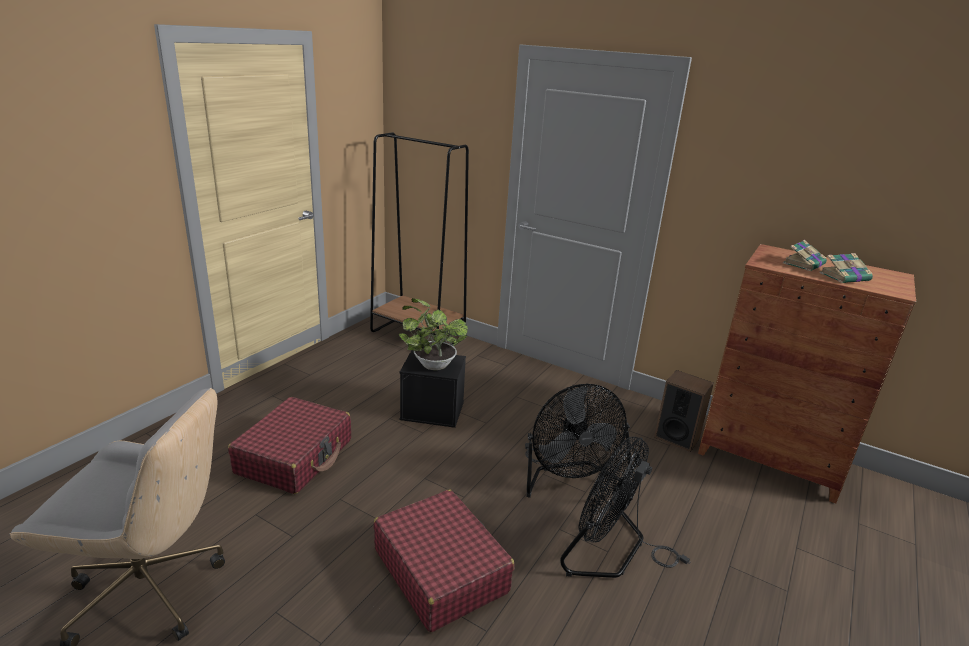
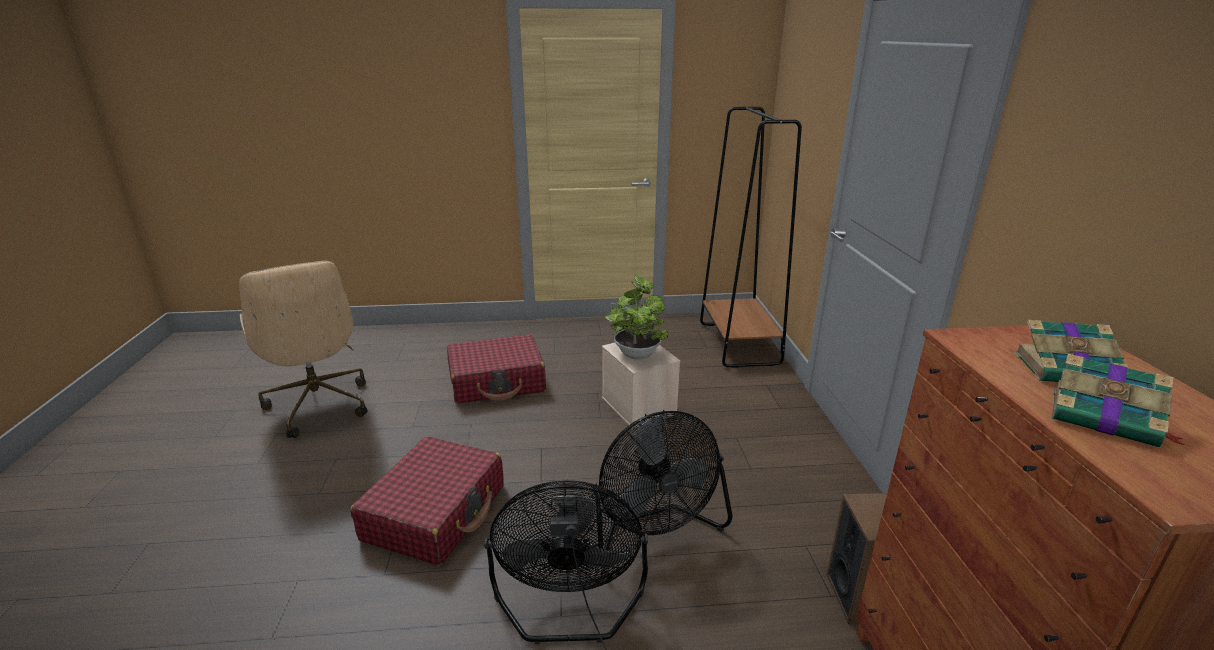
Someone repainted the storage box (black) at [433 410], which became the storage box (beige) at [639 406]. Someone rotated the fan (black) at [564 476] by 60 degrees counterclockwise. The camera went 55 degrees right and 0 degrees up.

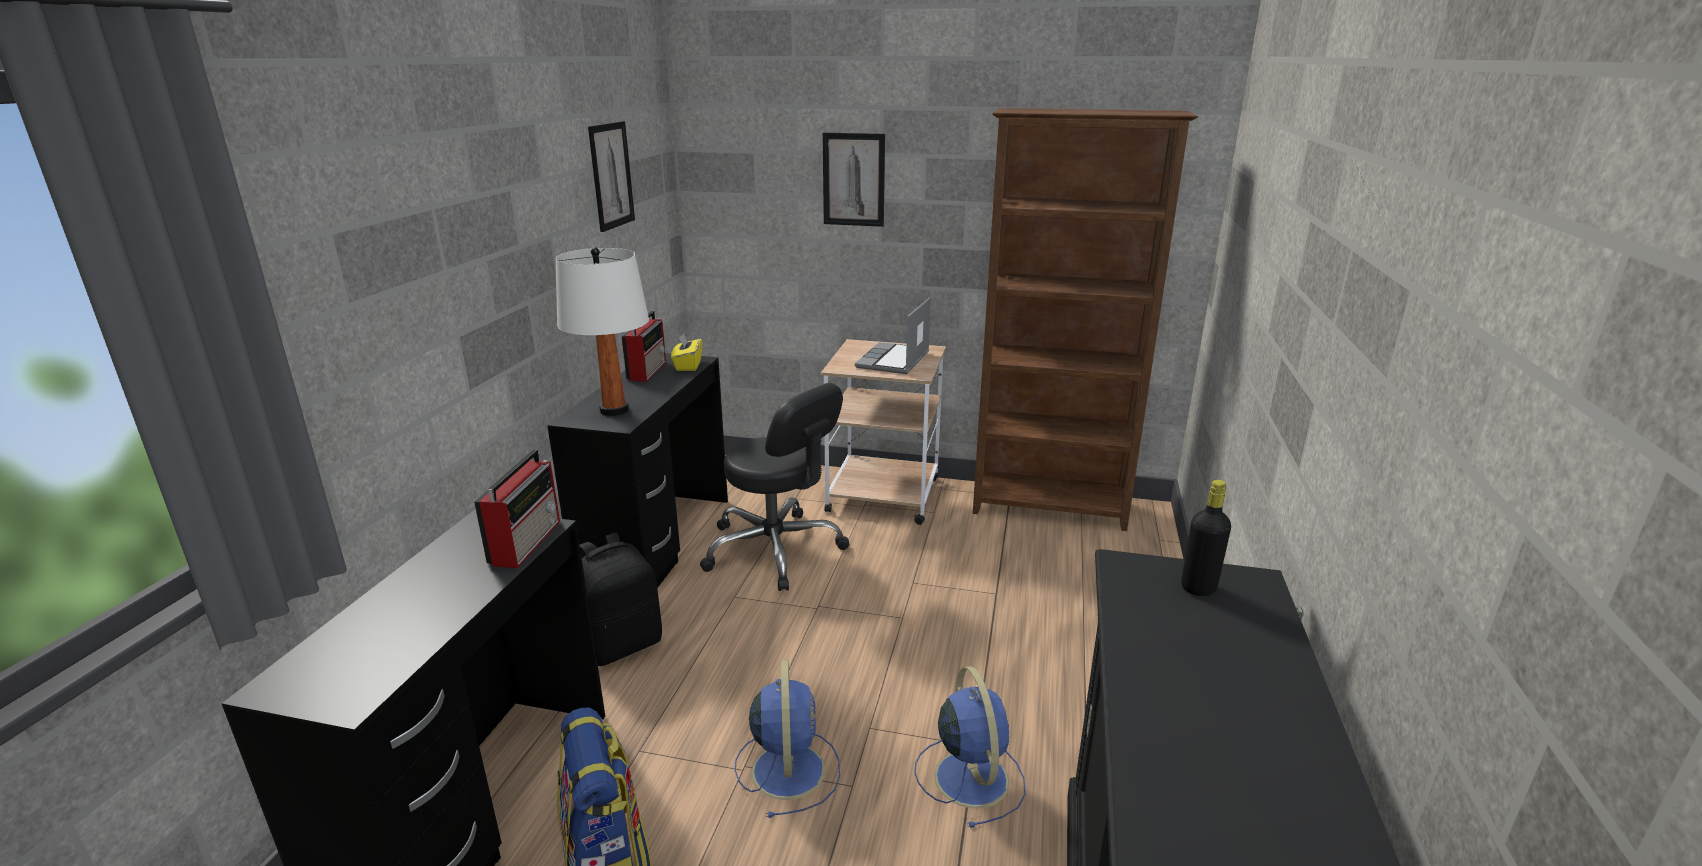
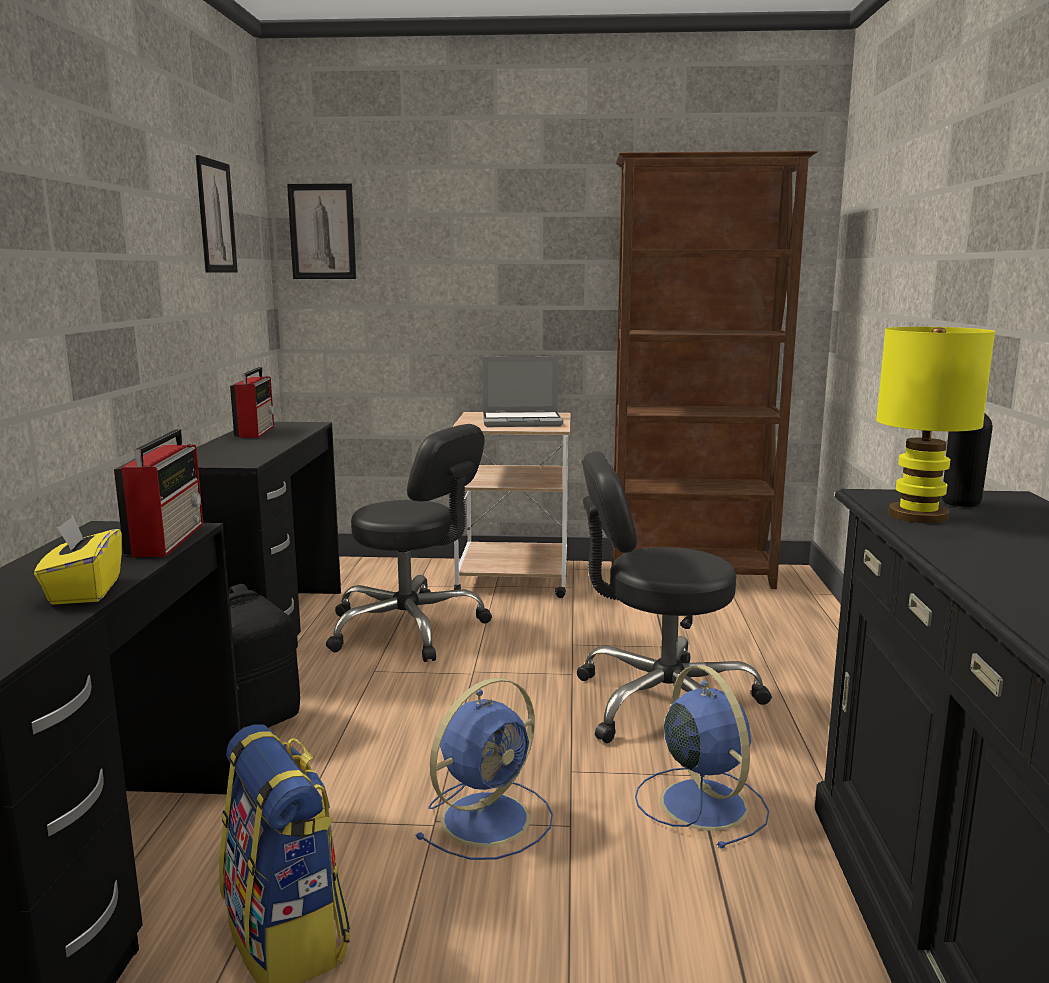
Someone carried the picture from [853 179] to [322 232]. Someone took away the table lamp (white) at [614 410]. Someone rotated the laptop at [894 361] by 105 degrees counterclockwise. Someone carried the tissue box (yellow) from [688 365] to [84 591]. Someone rotated the fan (blue) at [788 768] by 60 degrees clockwise. Someone put down the table lamp (yellow) at [919 516]. Someone put down the office chair (black) at [657 705]. The camera went 10 degrees left and 10 degrees down.

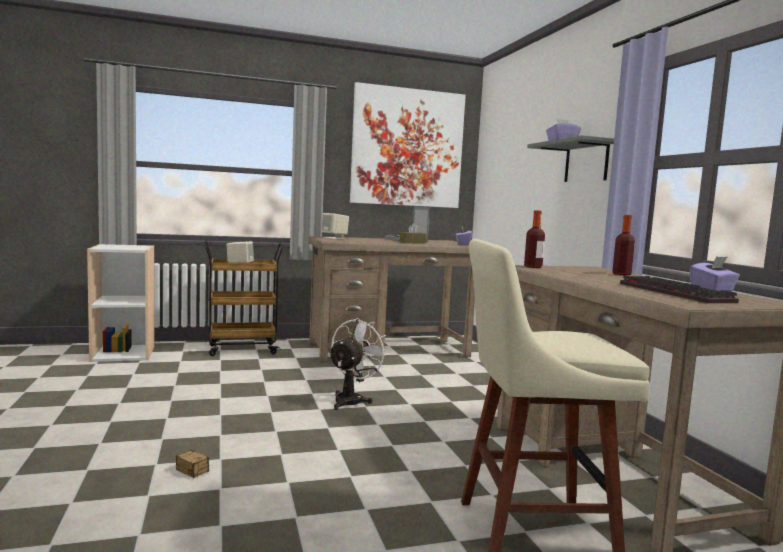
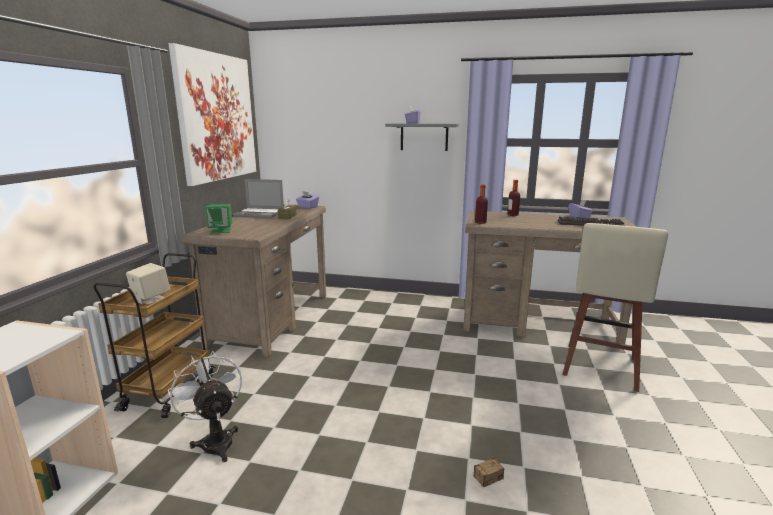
Someone repainted the speaker (beige) at [334 238], which became the speaker (green) at [221 231]. Someone carried the fan (white) from [352 400] to [215 440]. The camera went 60 degrees left and 10 degrees up.

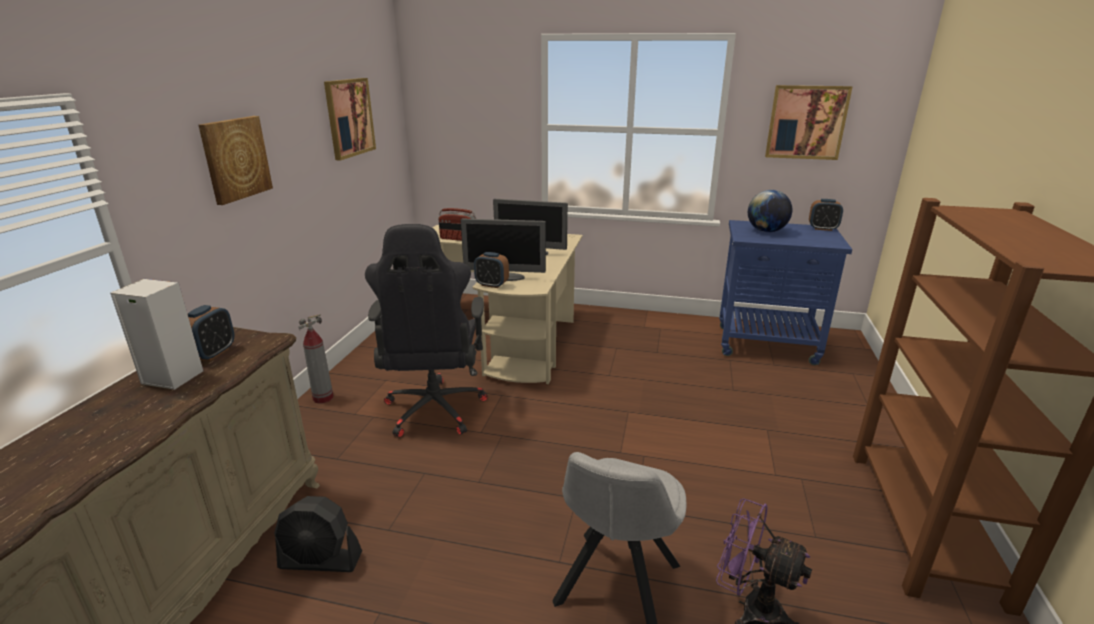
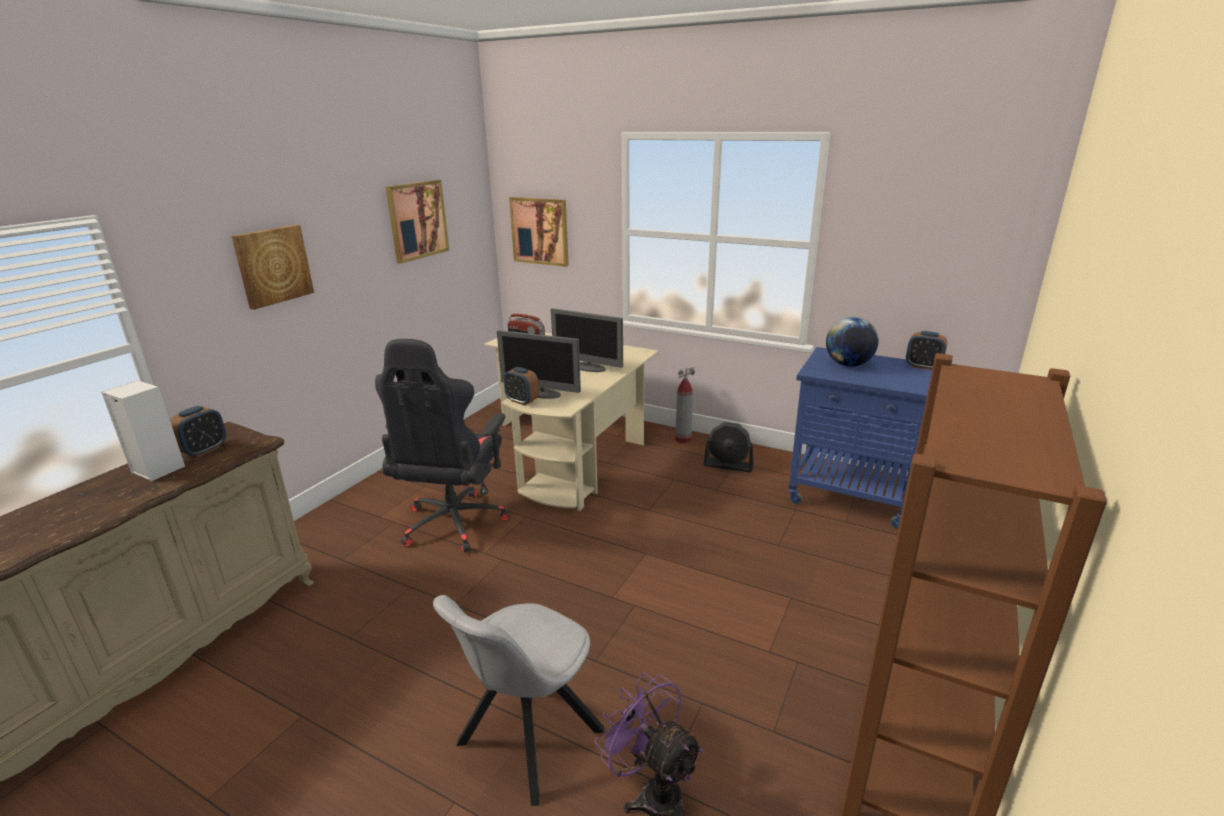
Someone carried the picture from [806 122] to [540 231]. Someone carried the fire extinguisher from [323 398] to [683 439]. Someone carried the fan (black) from [321 560] to [728 465]. The camera went 15 degrees right and 0 degrees up.

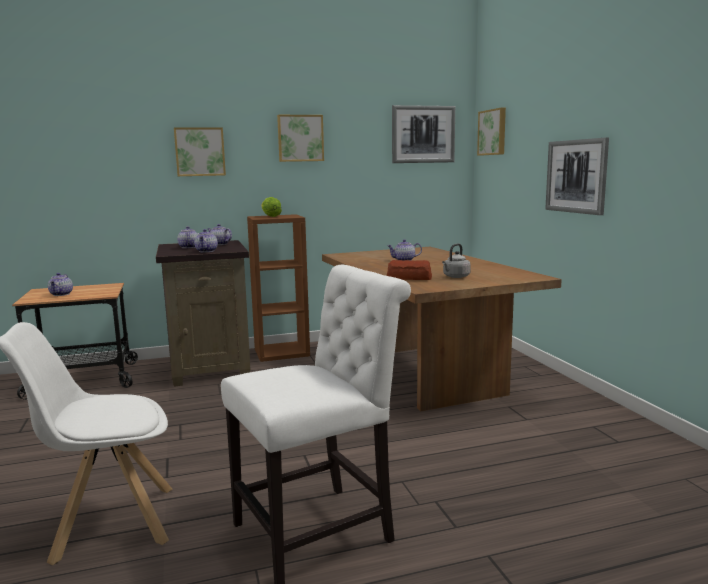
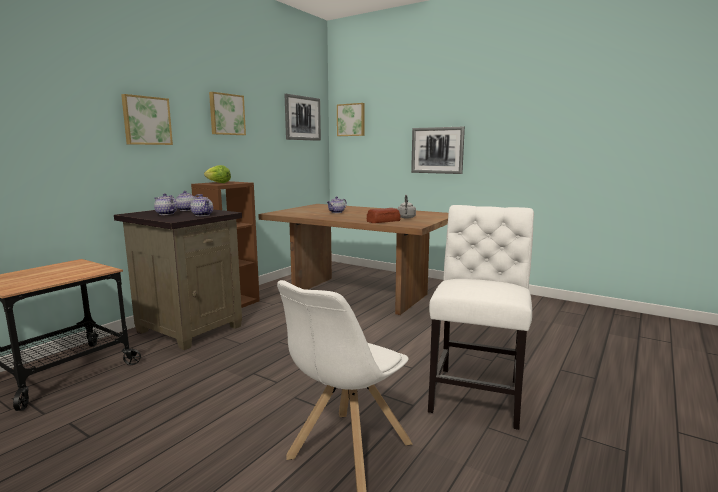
Someone took away the teapot at [61 294]. The camera went 40 degrees left and 0 degrees up.

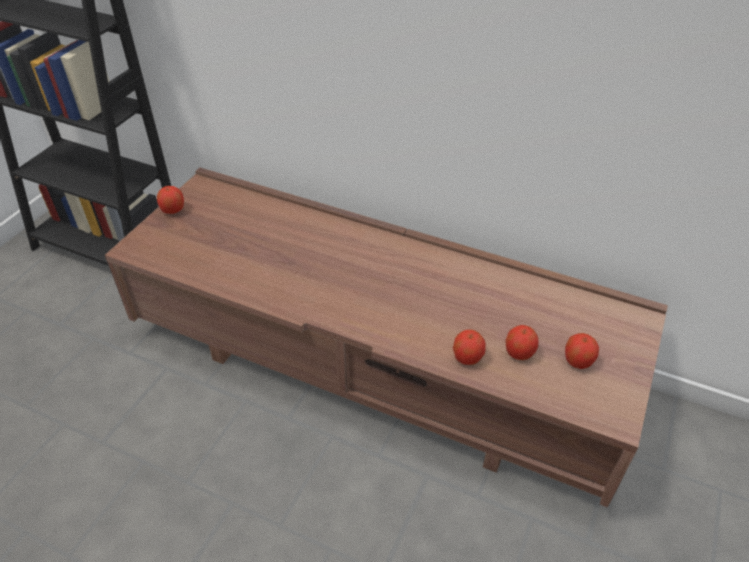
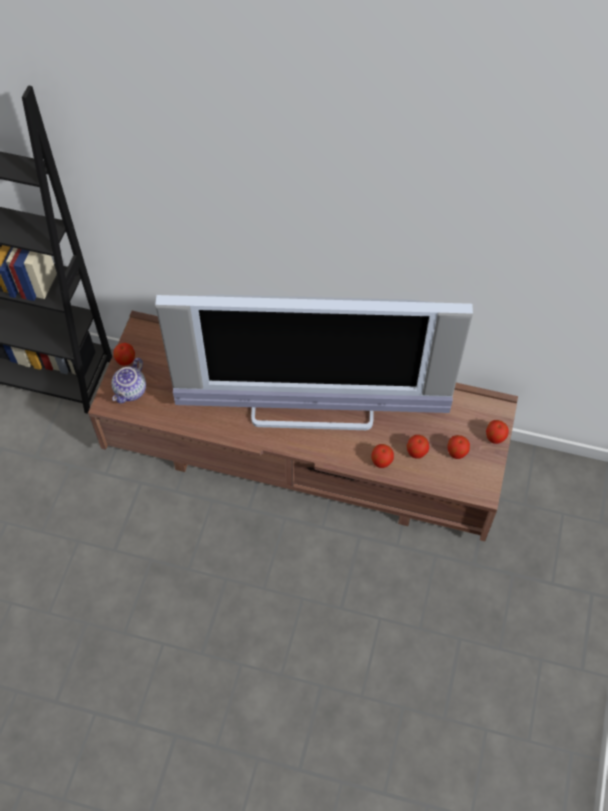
Someone put down the television at [313 407]. Someone put down the teapot at [131 391]. Someone put down the apple at [495 437]. The camera went 10 degrees left and 15 degrees up.

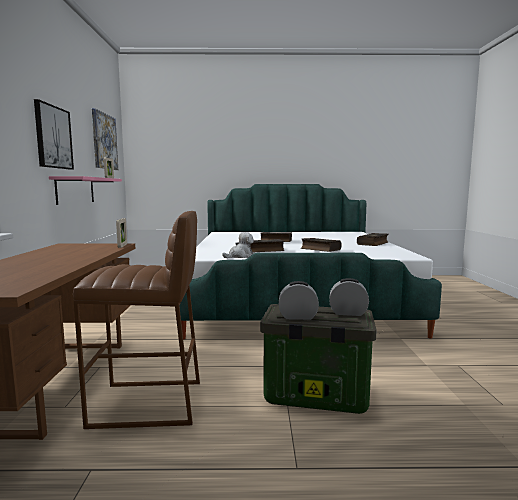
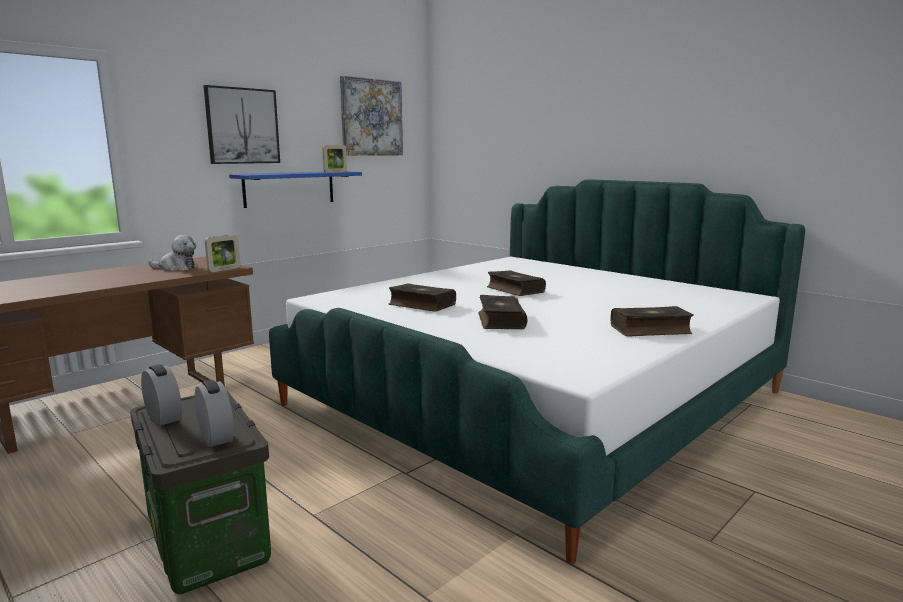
Someone repainted the shelf (pink) at [75 190], which became the shelf (blue) at [289 188]. Someone took away the stool (brown) at [148 404]. Someone carried the plush toy from [240 256] to [176 268]. The camera went 45 degrees right and 5 degrees up.

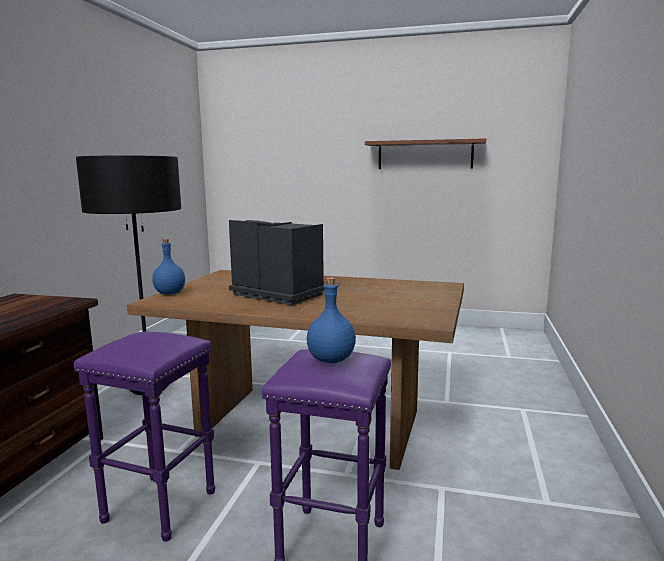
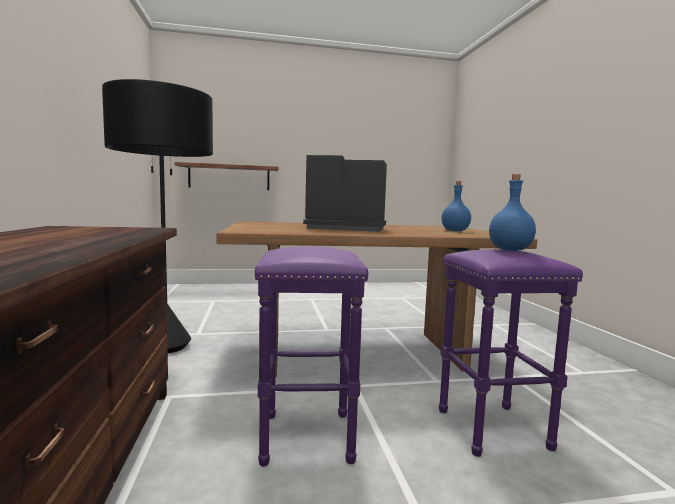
Someone carried the shelf (brown) from [425 155] to [229 177]. Someone carried the bottle (blue) from [169 293] to [454 231]. The camera went 25 degrees left and 5 degrees down.

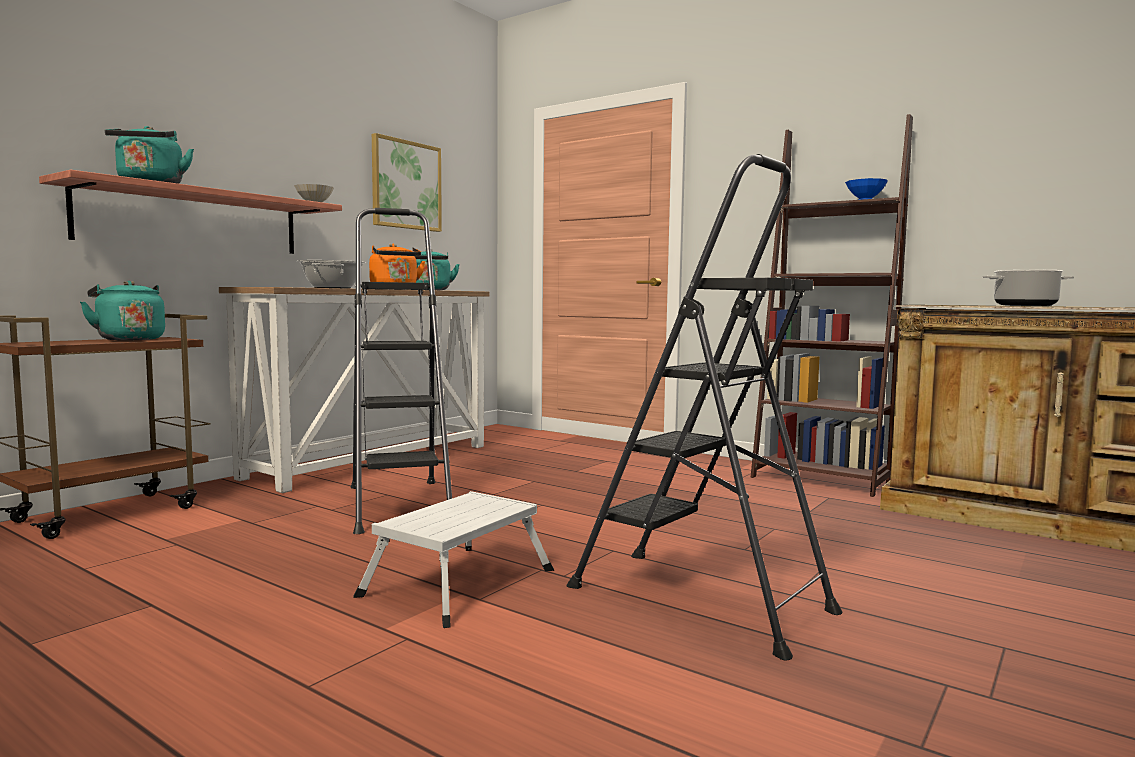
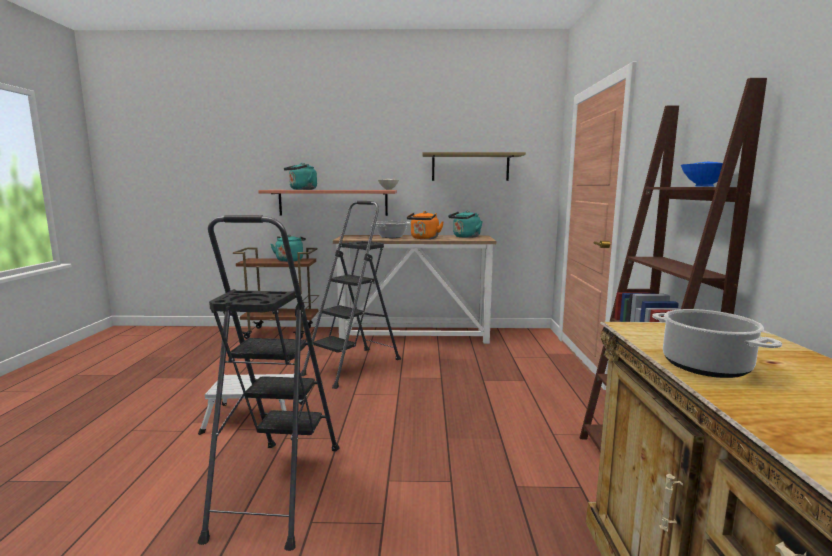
Someone swapped the picture at [406 185] for the shelf at [470 167]. The camera went 55 degrees right and 5 degrees up.

